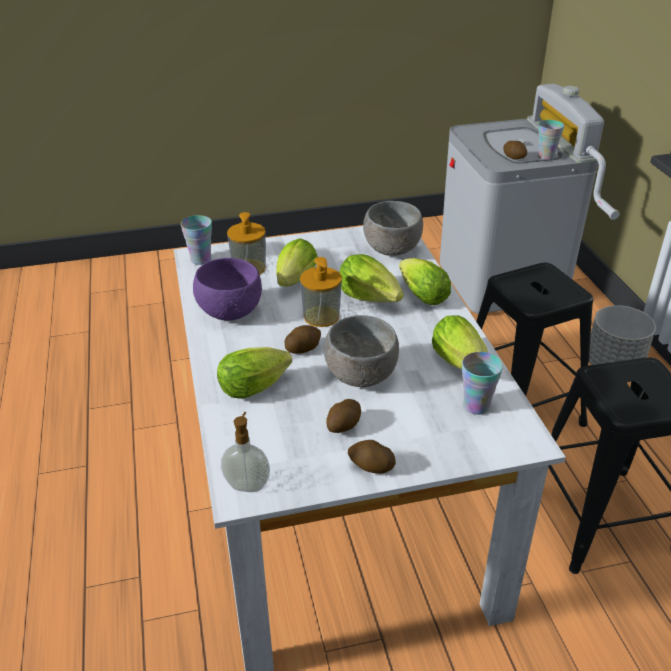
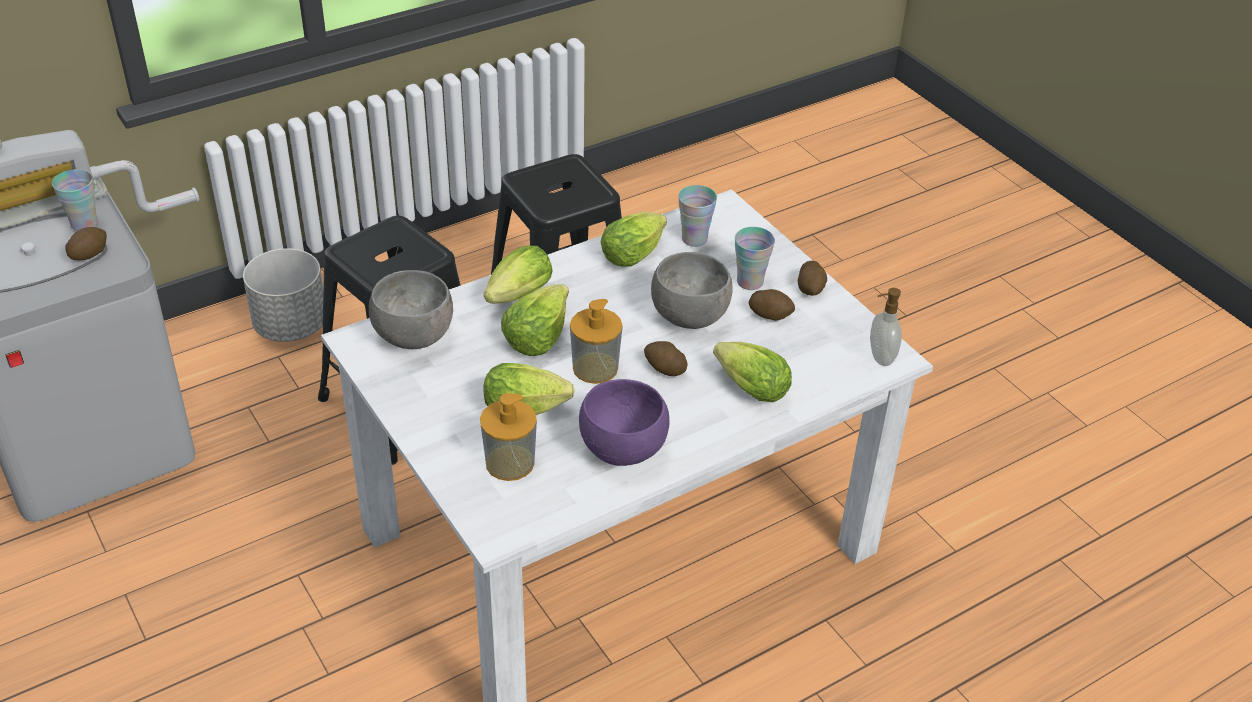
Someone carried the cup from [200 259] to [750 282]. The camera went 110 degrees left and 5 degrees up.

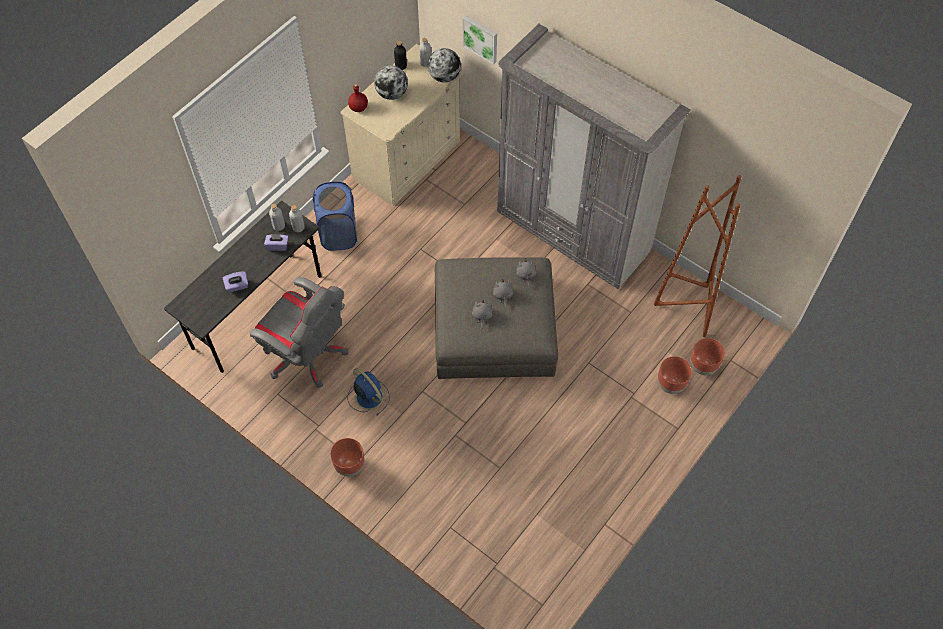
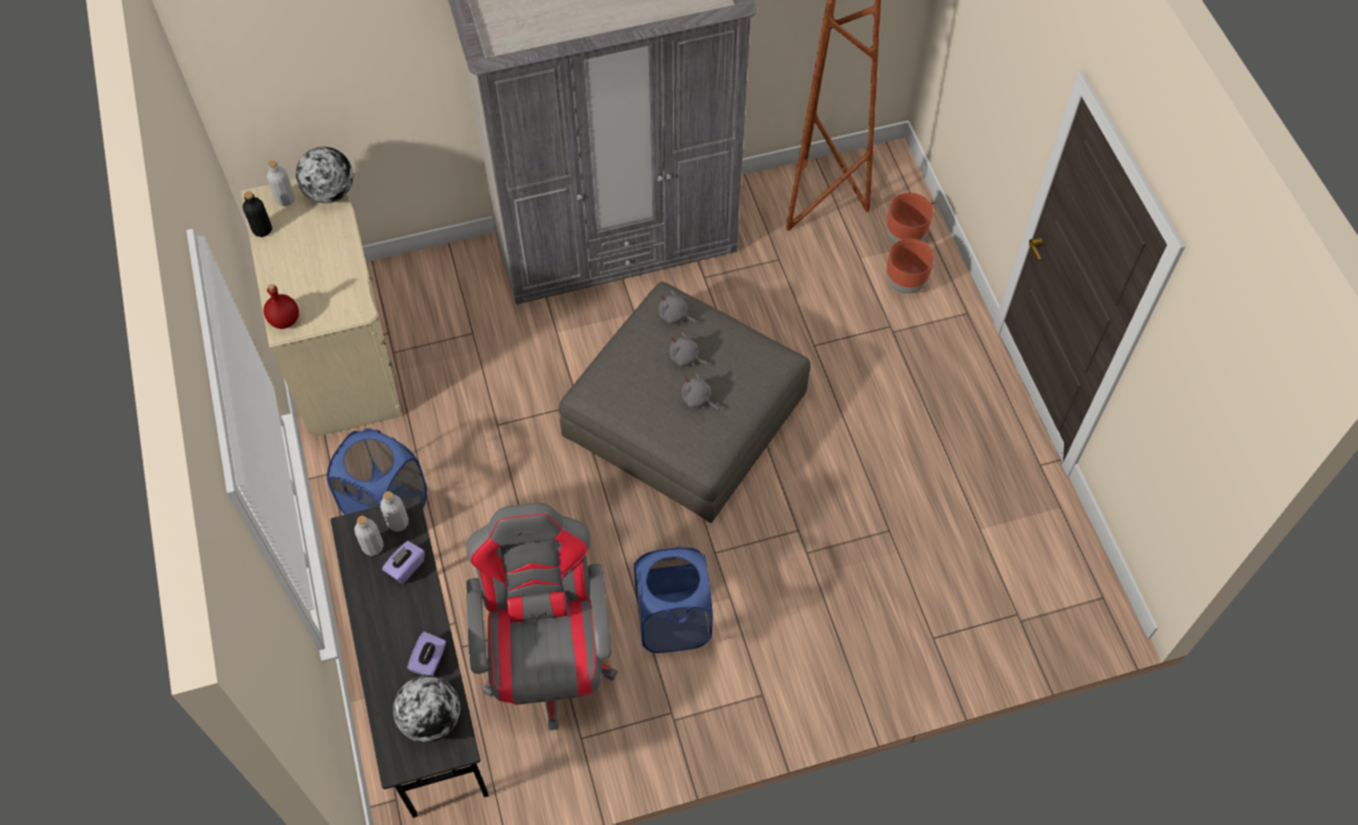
Someone took away the picture at [481 38]. Someone carried the globe from [392 94] to [431 719]. Someone rotated the office chair (grey) at [306 355] by 75 degrees counterclockwise. Someone swapped the fan (blue) at [368 396] for the laundry basket (blue) at [673 622]. Someone took away the planter (brown) at [349 466]. The camera went 55 degrees left and 0 degrees up.

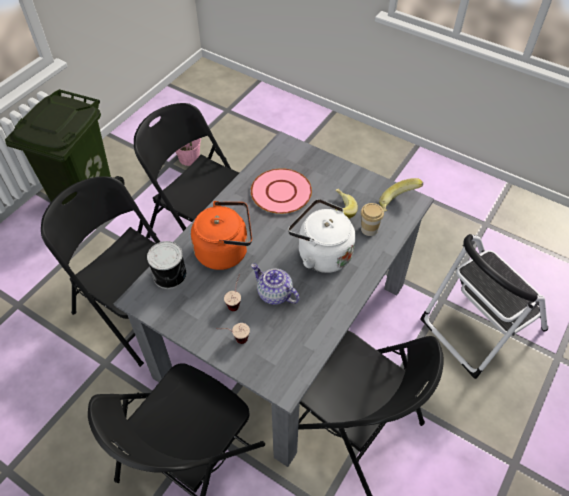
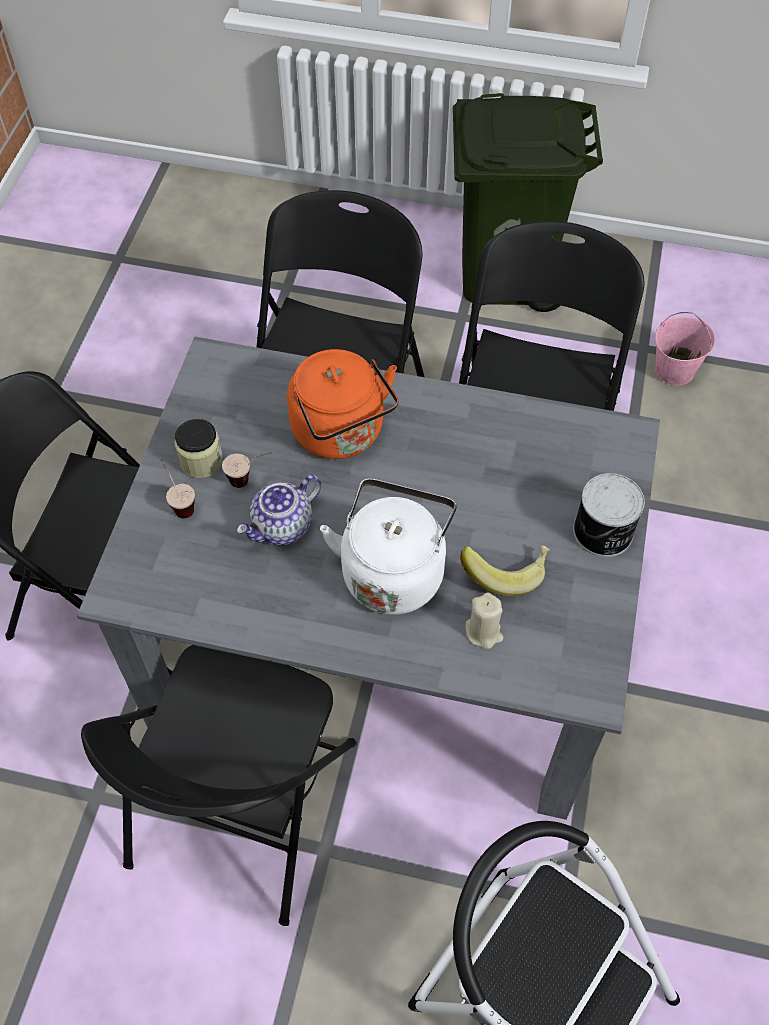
Someone took away the plate (pink) at [281 192]. Someone took away the banana at [398 204]. Someone swapped the cup at [369 229] for the candle (beige) at [483 632]. Someone carried the can from [171 275] to [603 533]. Someone rotated the teapot at [274 294] by 150 degrees counterclockwise. Someone put down the jar at [201 461]. The camera went 70 degrees right and 5 degrees up.

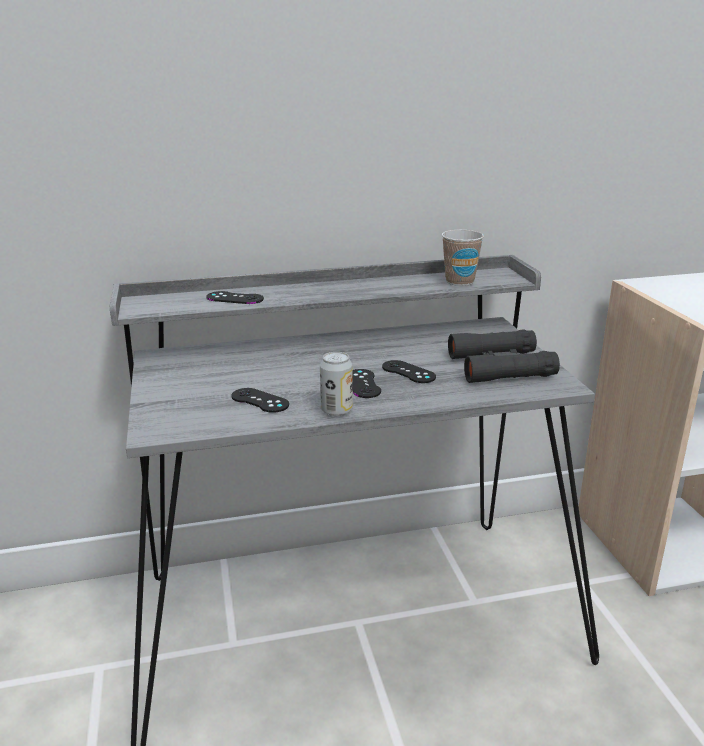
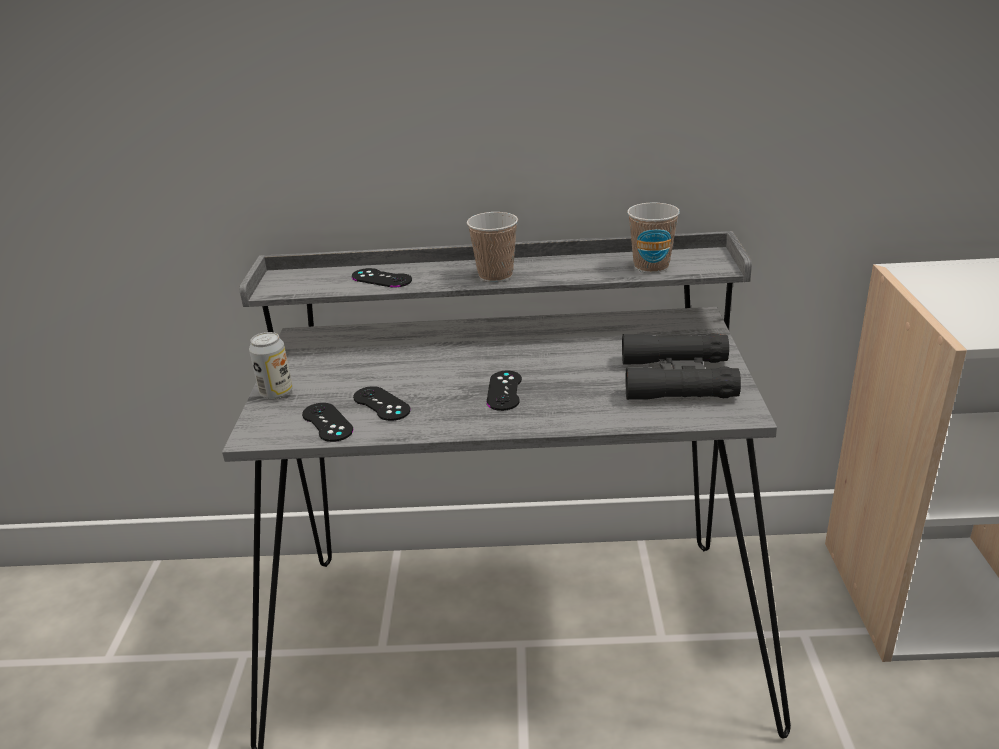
Someone carried the can from [336 410] to [276 393]. Someone carried the game controller (black) from [408 372] to [327 422]. Someone put down the cup at [495 275]. The camera went 15 degrees right and 5 degrees up.

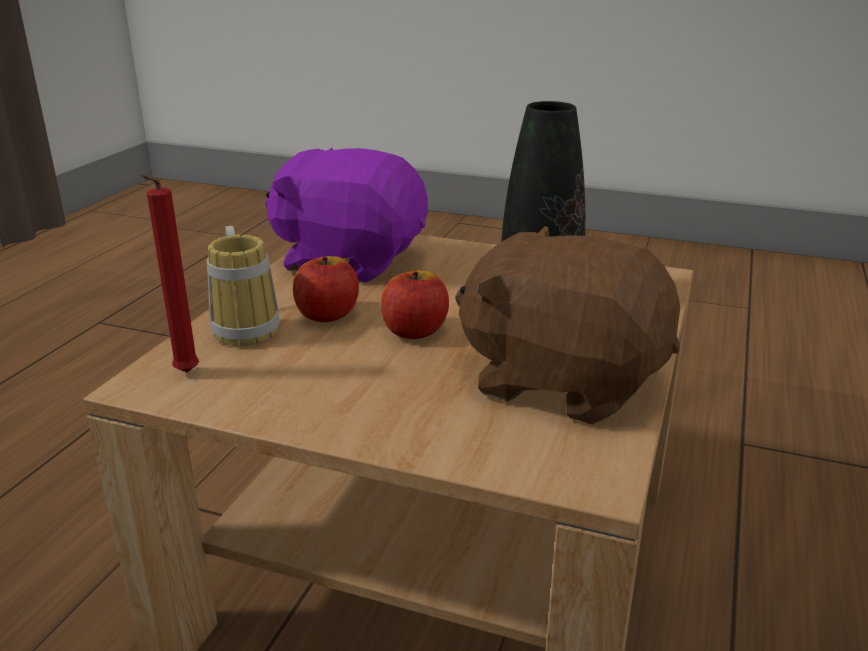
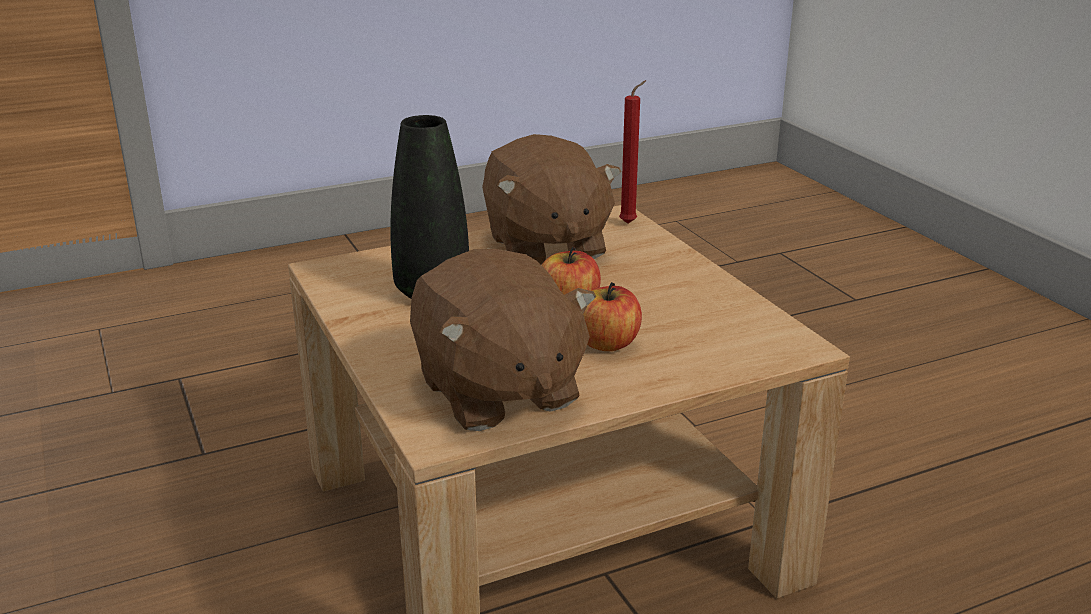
Someone repainted the plush toy (purple) at [350 260], which became the plush toy (brown) at [496 392]. Someone carried the candle (red) from [184 374] to [630 223]. Someone took away the mug at [248 327]. The camera went 135 degrees left and 0 degrees up.

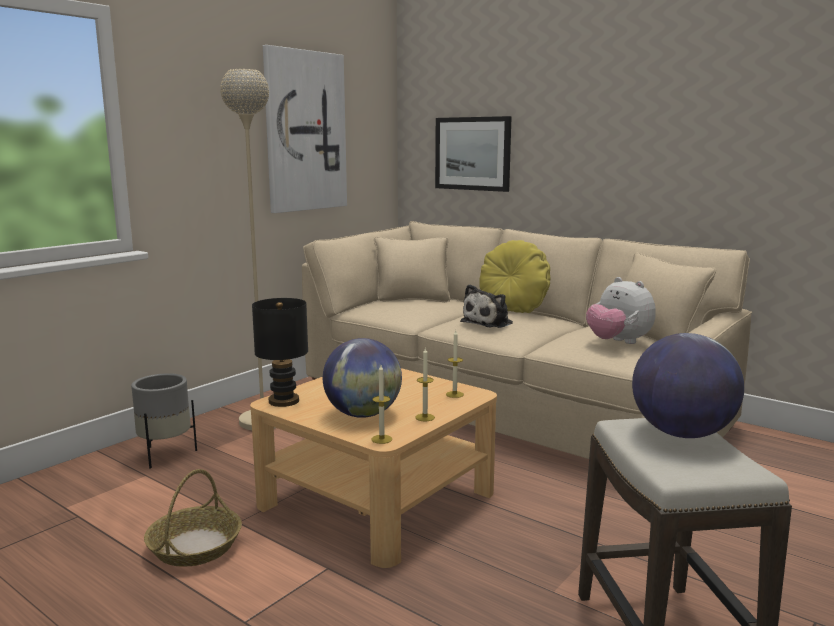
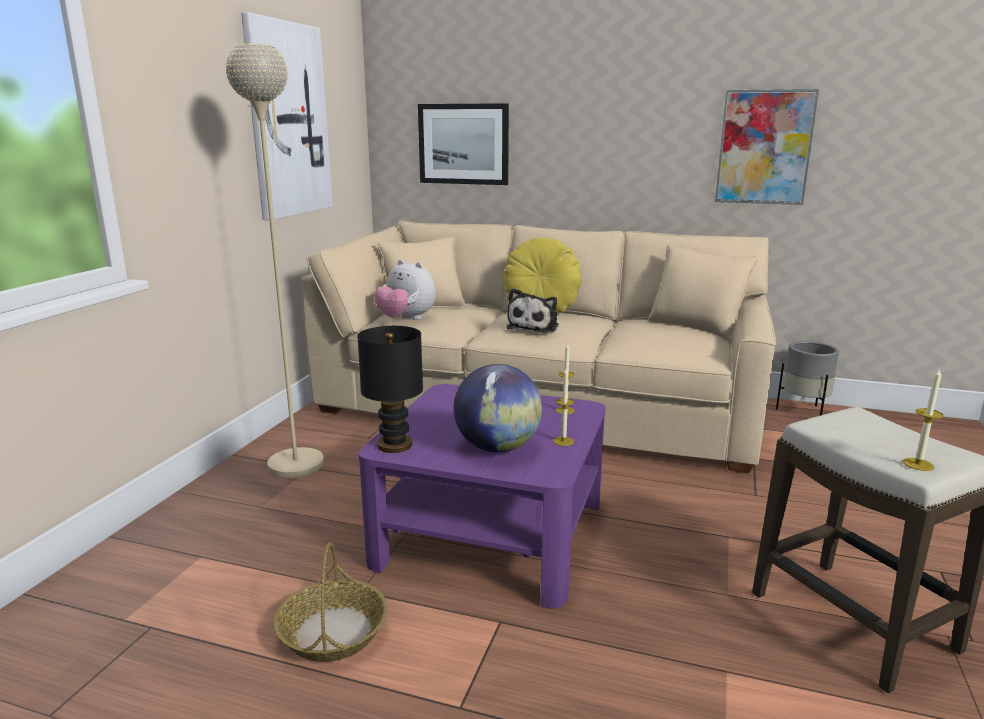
Someone carried the plush toy from [618 342] to [406 319]. Someone took away the globe at [681 433]. Someone carried the candle from [381 439] to [918 464]. Someone repainted the coffee table (beige) at [378 498], which became the coffee table (purple) at [492 532]. Someone carried the planter (grey) from [166 455] to [804 412]. Someone put up the picture at [764 147]. The camera went 20 degrees left and 5 degrees up.

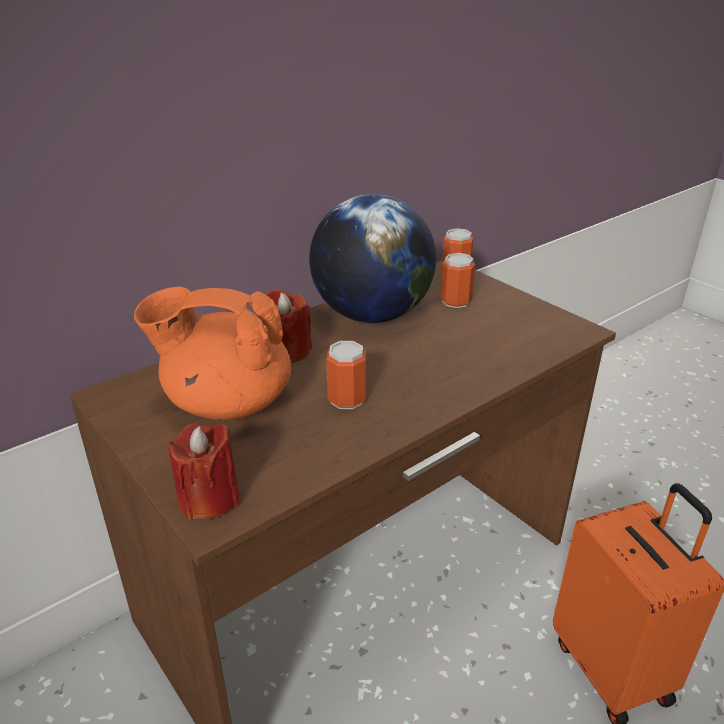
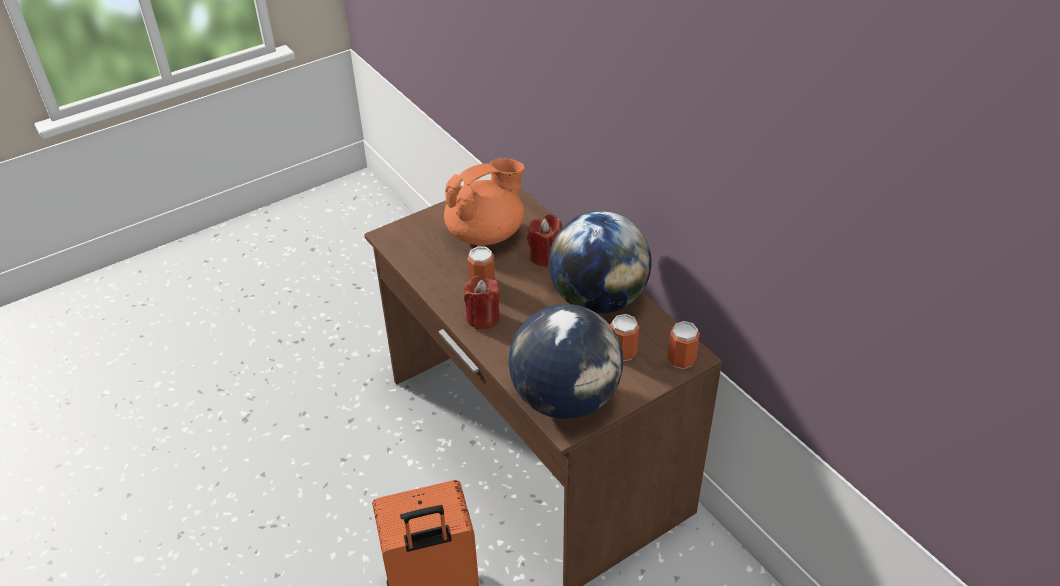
Someone rotated the teapot (orange) at [227 403] by 45 degrees clockwise. Someone carried the candle (red) from [209 499] to [482 317]. Someone put down the globe at [565 399]. The camera went 95 degrees right and 10 degrees up.

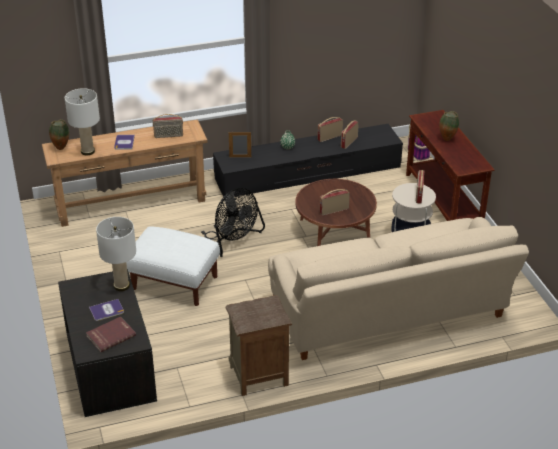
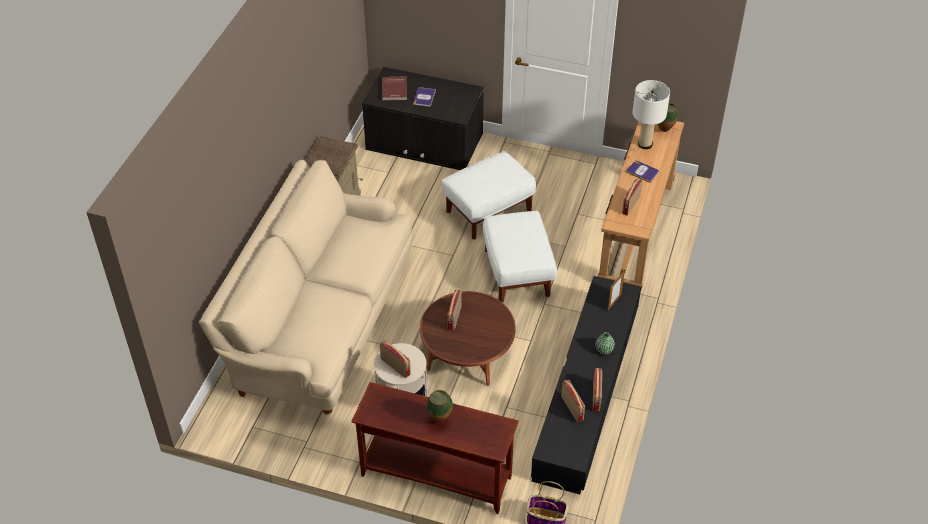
Someone swapped the fan (black) at [232 240] for the ottoman (white) at [517 273]. Someone took away the table lamp (white) at [121 286]. The camera went 125 degrees right and 10 degrees up.

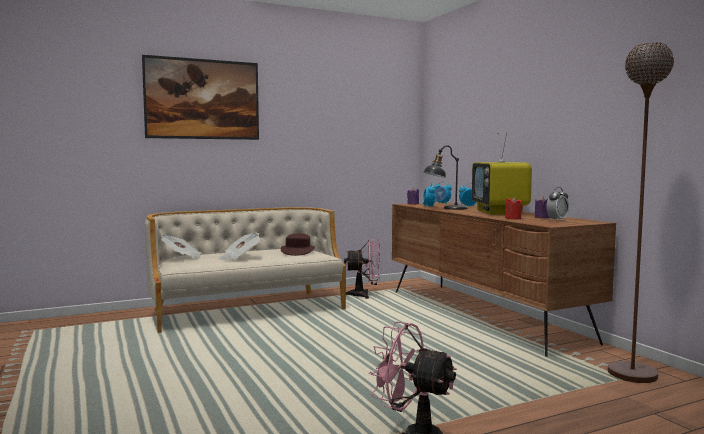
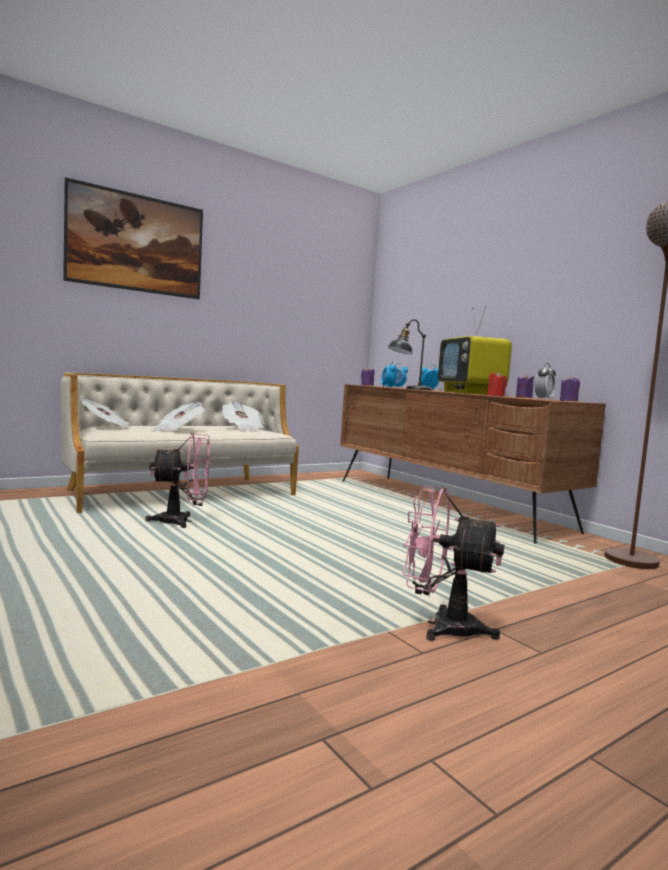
Someone swapped the hat (brown) at [298 251] for the newspaper at [242 428]. Someone carried the fan (pink) from [364 295] to [182 521]. Someone put down the candle (purple) at [568 401]. The camera went 10 degrees left and 0 degrees up.

